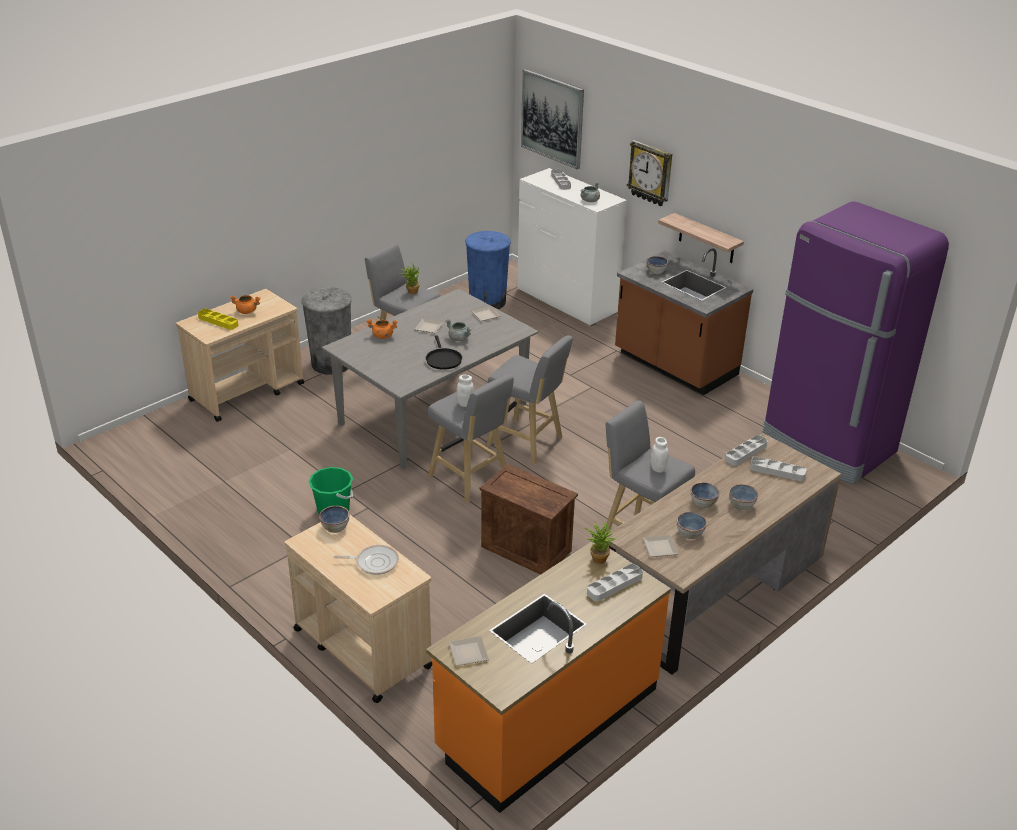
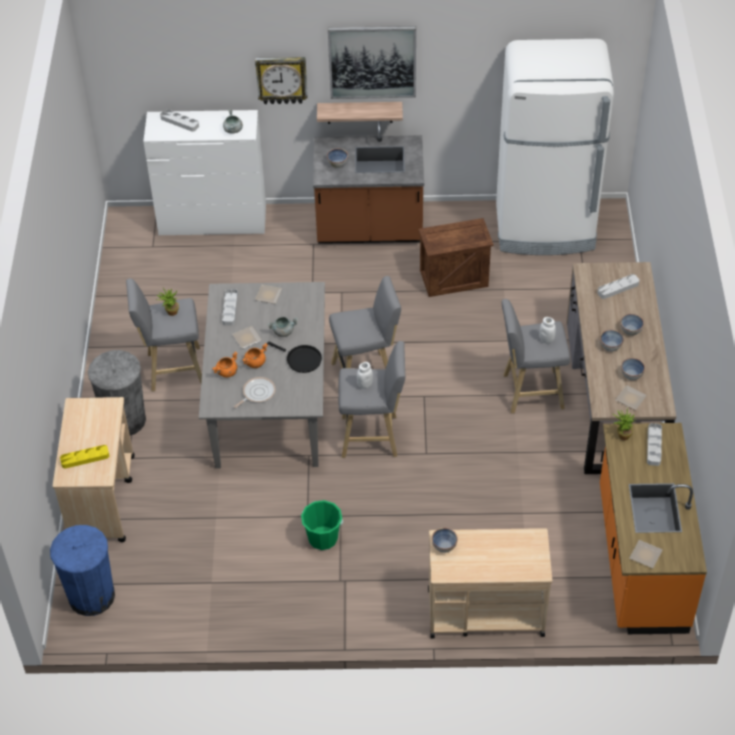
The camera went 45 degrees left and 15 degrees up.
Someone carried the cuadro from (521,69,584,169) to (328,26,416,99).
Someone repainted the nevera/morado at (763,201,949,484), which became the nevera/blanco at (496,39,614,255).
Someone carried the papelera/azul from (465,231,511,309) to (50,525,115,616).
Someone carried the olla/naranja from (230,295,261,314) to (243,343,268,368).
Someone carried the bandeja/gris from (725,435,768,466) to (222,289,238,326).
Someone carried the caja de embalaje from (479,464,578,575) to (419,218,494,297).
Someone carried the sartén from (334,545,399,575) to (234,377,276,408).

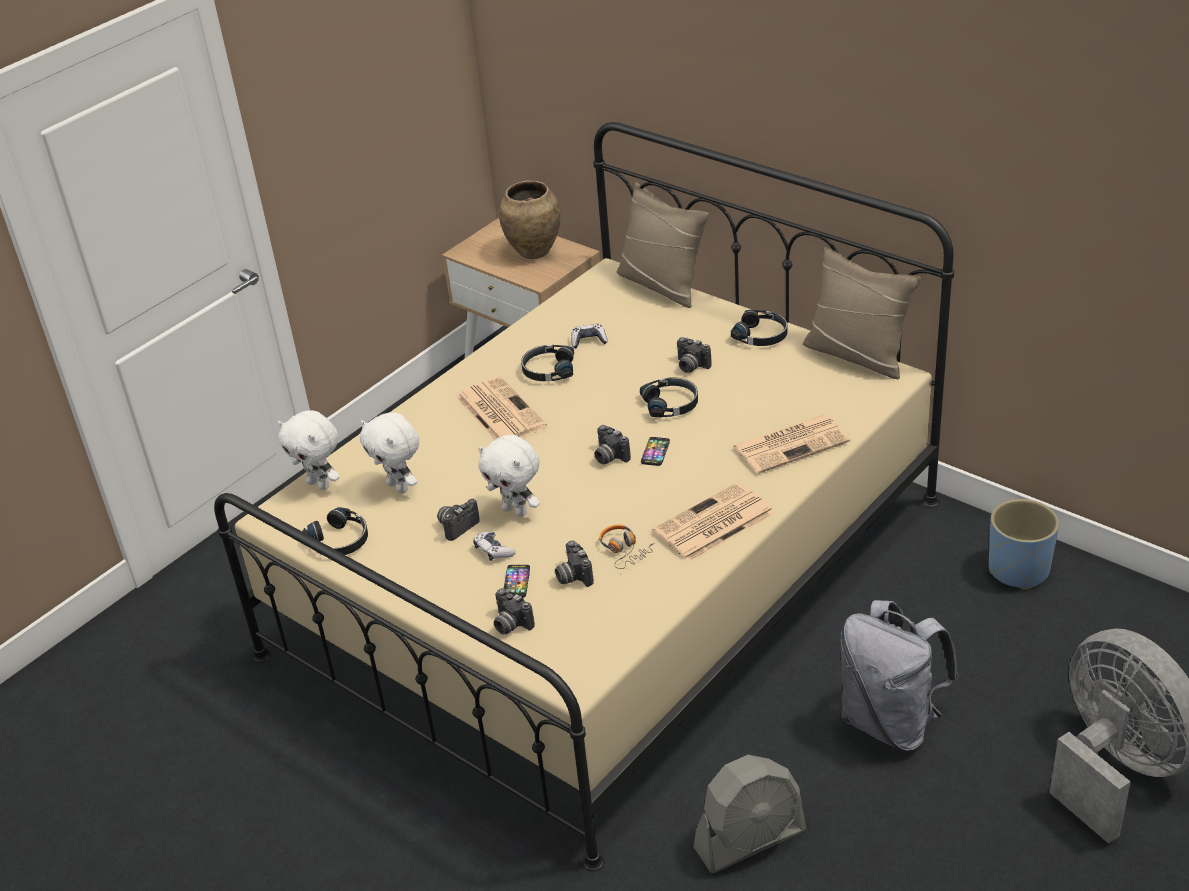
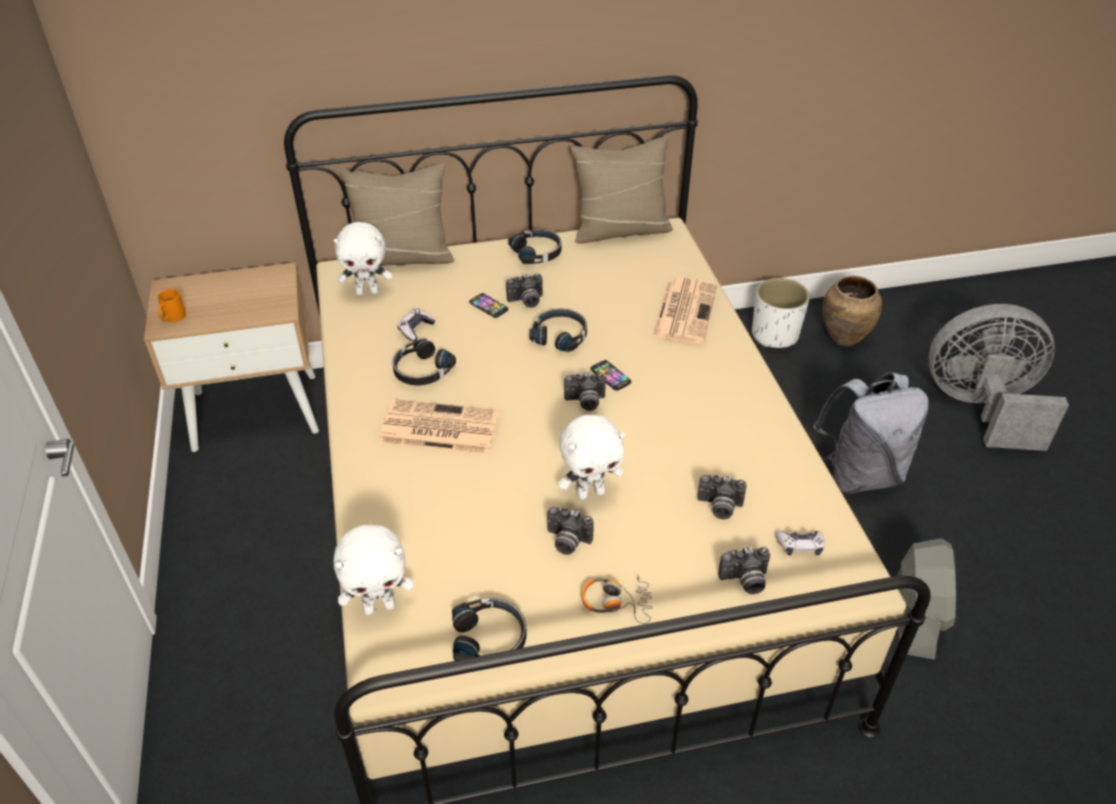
The camera went 55 degrees left and 5 degrees up.
Someone carried the florero/marrón from (499,181,561,259) to (822,276,882,346).
Someone carried the peluche/blanco from (360,412,419,493) to (334,222,393,296).
Someone took away the periódico at (653,482,774,562).
Someone rotated the cámara at (437,499,480,541) by 60 degrees counterclockwise.
Someone repainted the maceta/azul at (989,499,1059,590), which became the maceta/blanco at (752,278,810,348).
Someone carried the auriculares from (599,525,655,569) to (582,574,653,624).
Someone carried the mando de consola from (473,532,516,561) to (776,530,825,555).
Someone carried the móvil from (504,565,530,598) to (469,293,508,318).
Someone put down the taza grande/naranja at (158,289,186,322).

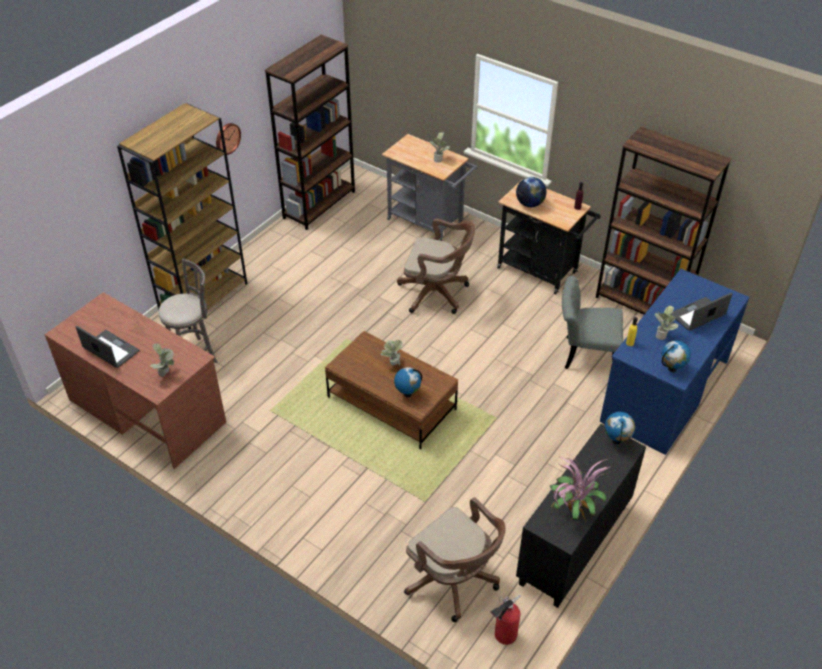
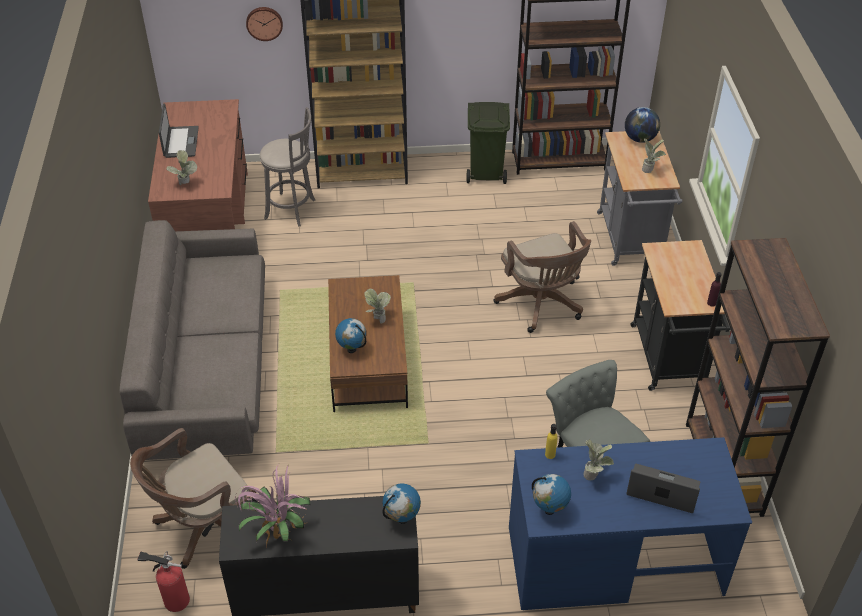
The camera went 50 degrees right and 0 degrees up.
Someone carried the reloj de pared from (216,123,241,155) to (246,7,283,41).
Someone carried the globo terráqueo from (516,177,546,207) to (625,107,660,143).
Someone rotated the silla de oficina/marrón at (404,497,506,622) by 45 degrees clockwise.
Someone put down the papelera/verde at (467,102,510,184).
Someone put down the sofá/gris at (120,220,265,460).

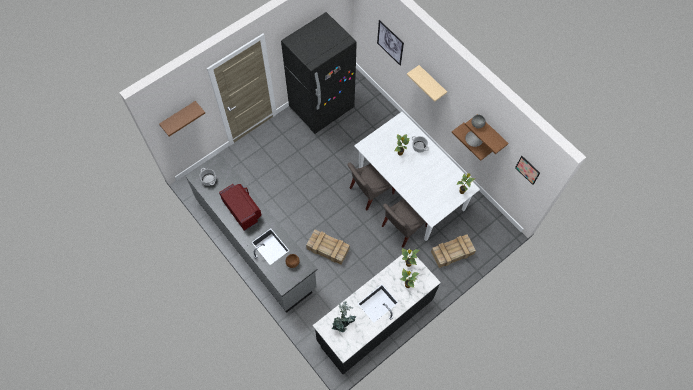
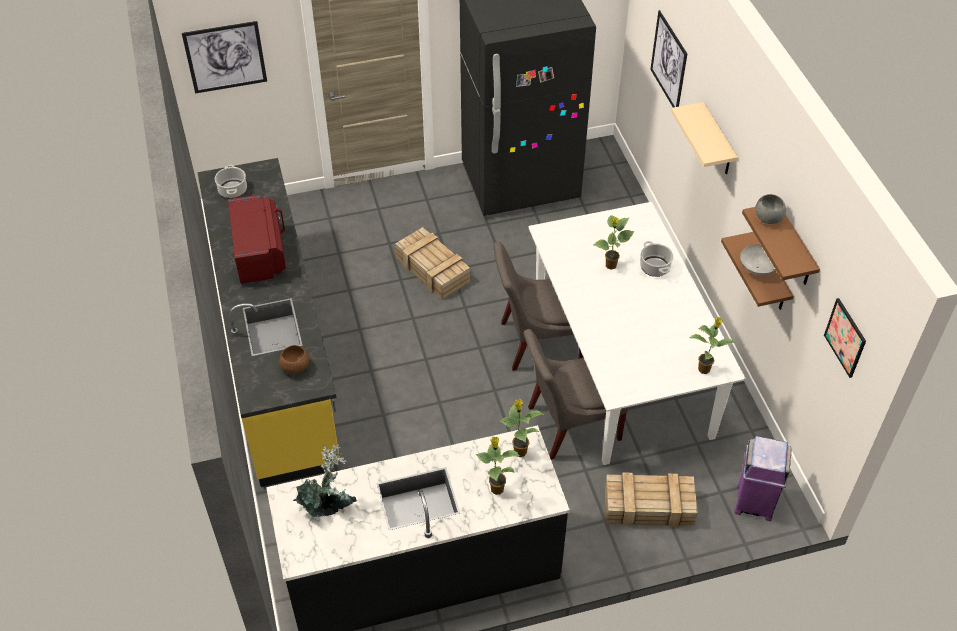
The camera went 25 degrees right and 15 degrees down.
Someone swapped the estante/marrón at (159,101,205,136) for the cuadro at (182,21,267,94).
Someone repainted the mueble bajo de cocina/gris at (185,153,318,313), which became the mueble bajo de cocina/amarillo at (197,158,340,487).
Someone carried the caja de embalaje from (306,230,350,265) to (395,227,470,300).
Someone put down the papelera/morado at (734,436,792,521).

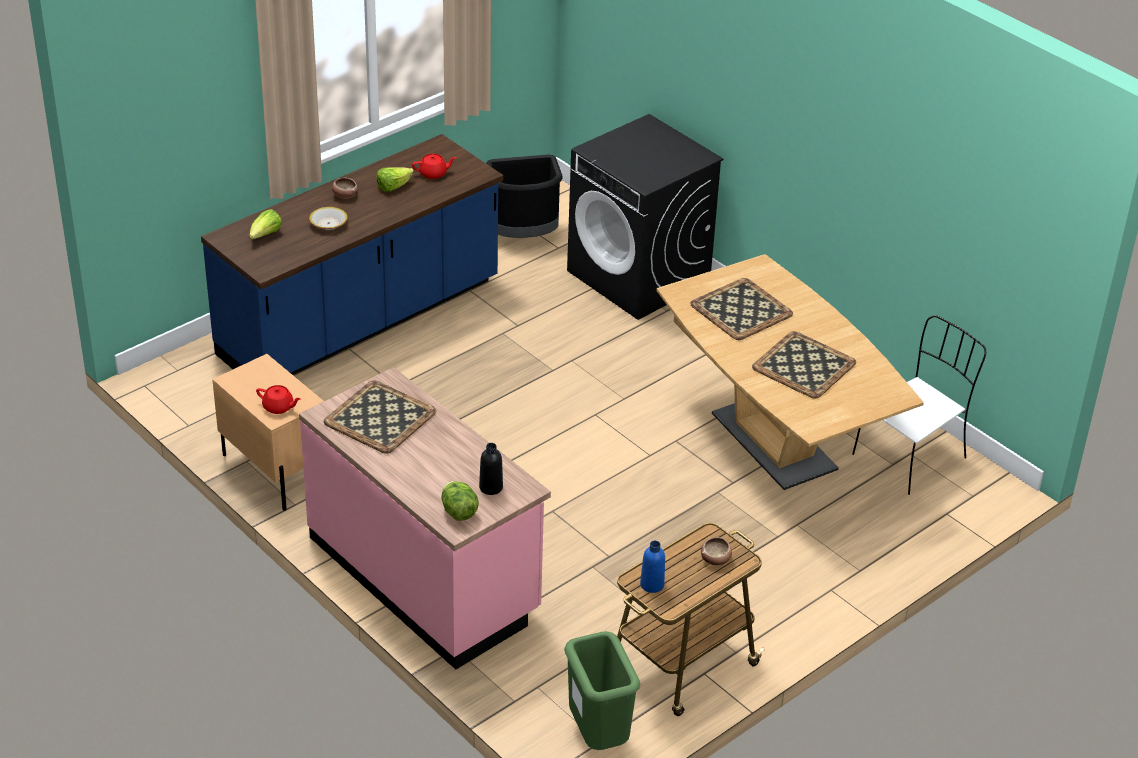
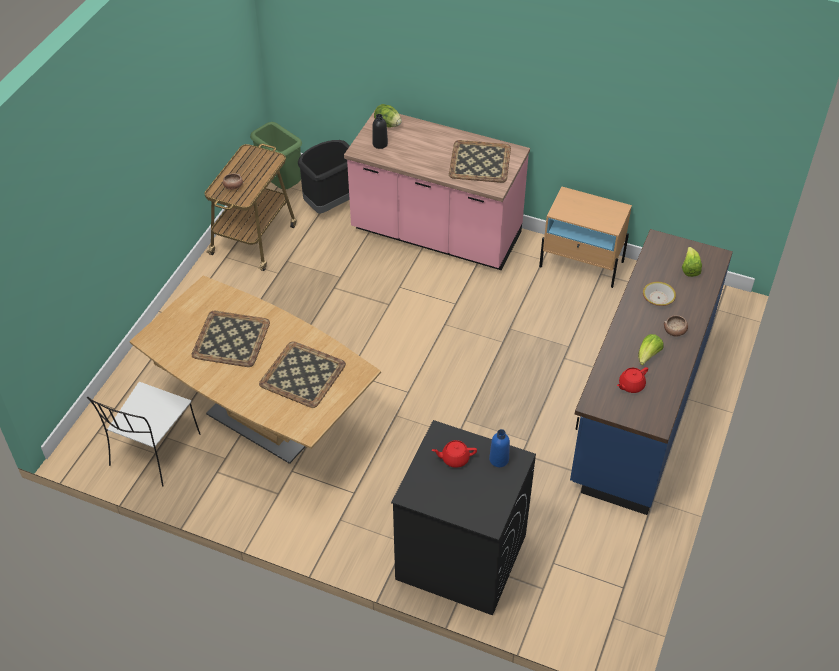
The camera went 155 degrees right and 10 degrees up.
Someone carried the papelera/negro from (486,155,562,238) to (298,140,350,213).
Someone carried the tetera/rojo from (256,385,301,414) to (432,440,477,468).
Someone carried the botella/azul from (640,541,665,593) to (489,429,510,467).

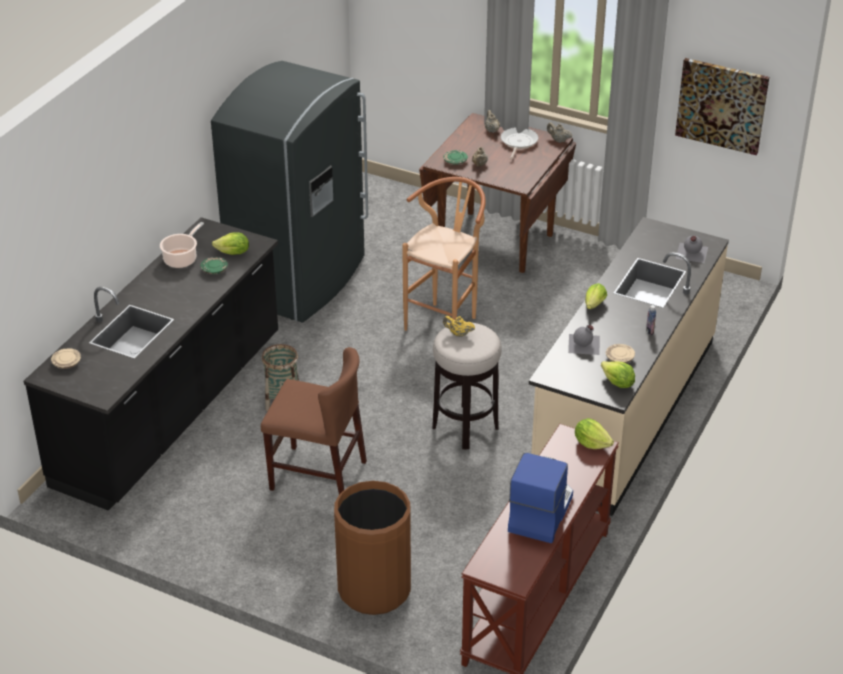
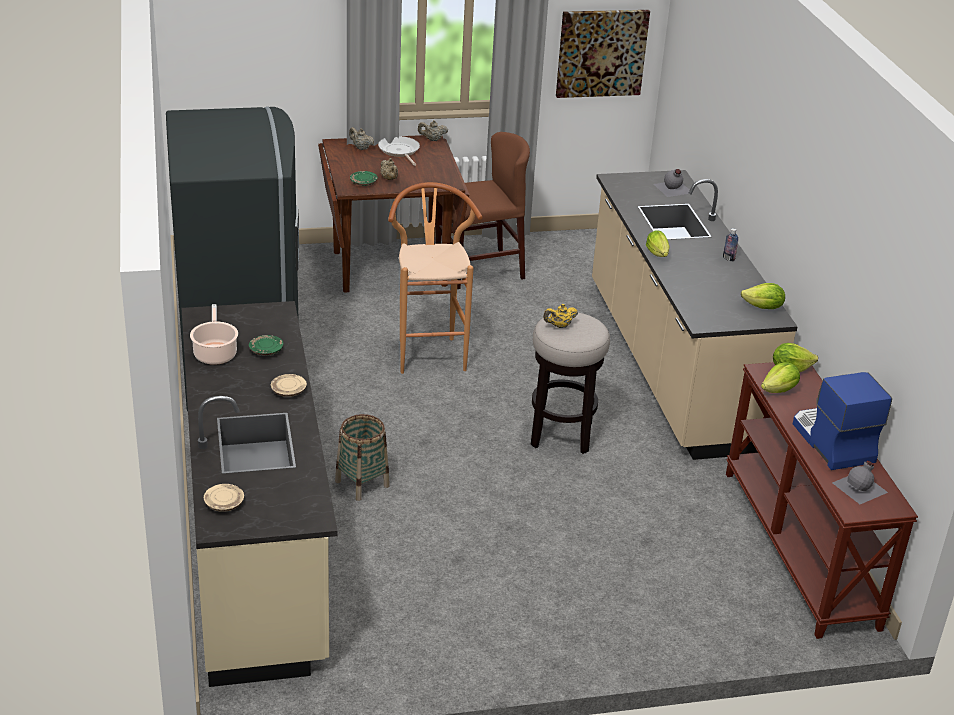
The camera went 40 degrees left and 5 degrees down.
Someone repainted the mueble bajo de cocina/negro at (24,217,278,511), which became the mueble bajo de cocina/beis at (182,301,338,687).
Someone carried the lechuga from (212,232,249,255) to (761,362,800,393).
Someone carried the botella/gris from (568,325,600,355) to (832,461,888,504).
Someone carried the plato/beis from (606,344,635,363) to (271,374,307,397).
Someone carried the silla/marrón from (261,347,367,494) to (436,132,530,289).
Someone took away the papelera/marrón at (334,481,411,615).

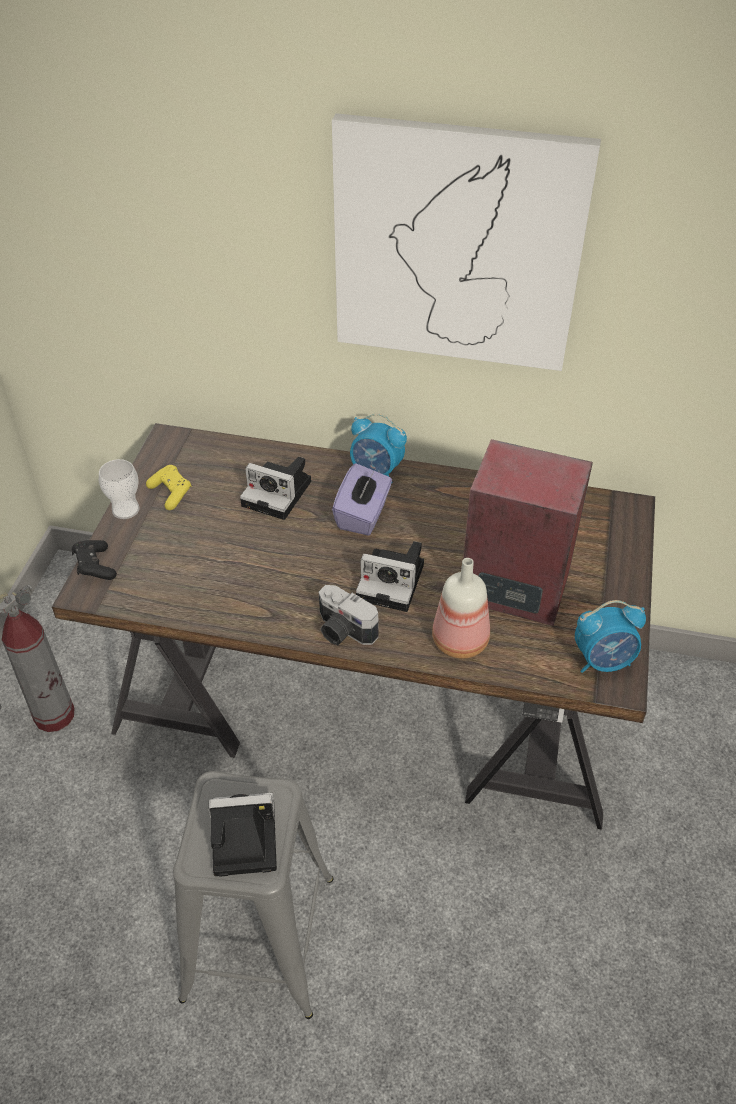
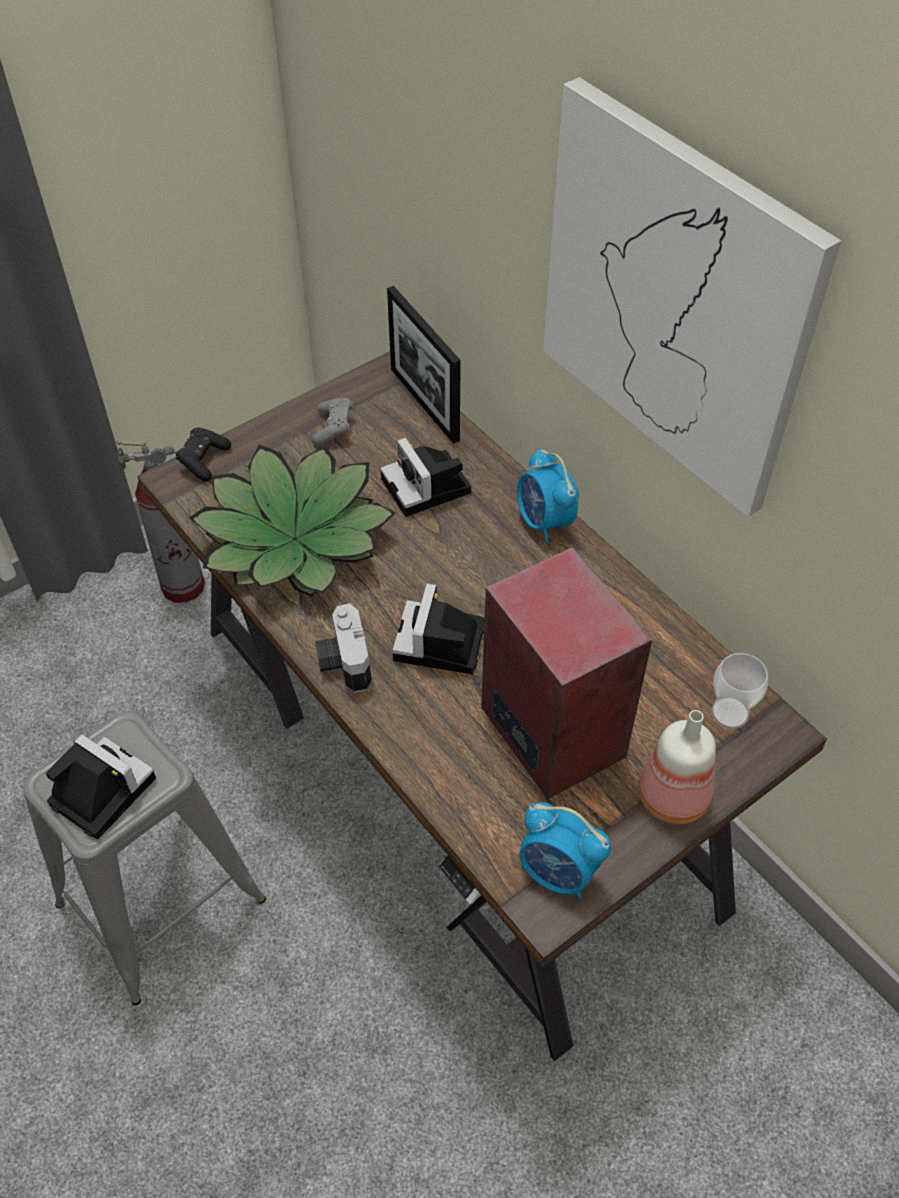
The camera went 40 degrees right and 5 degrees up.
Someone carried the taza from (99,459,139,519) to (711,653,768,729).
Someone took away the caja de pañuelos/morado at (332,463,392,536).
Someone repainted the mando de consola/amarillo at (146,465,192,510), which became the mando de consola/gris at (312,398,355,445).
Someone rotated the cámara at (356,541,424,612) by 45 degrees clockwise.
Someone carried the botella from (432,558,490,659) to (638,710,716,824).
Someone put down the portarretratos at (387,286,461,444).
Someone put down the planta en maceta at (189,445,396,597).

